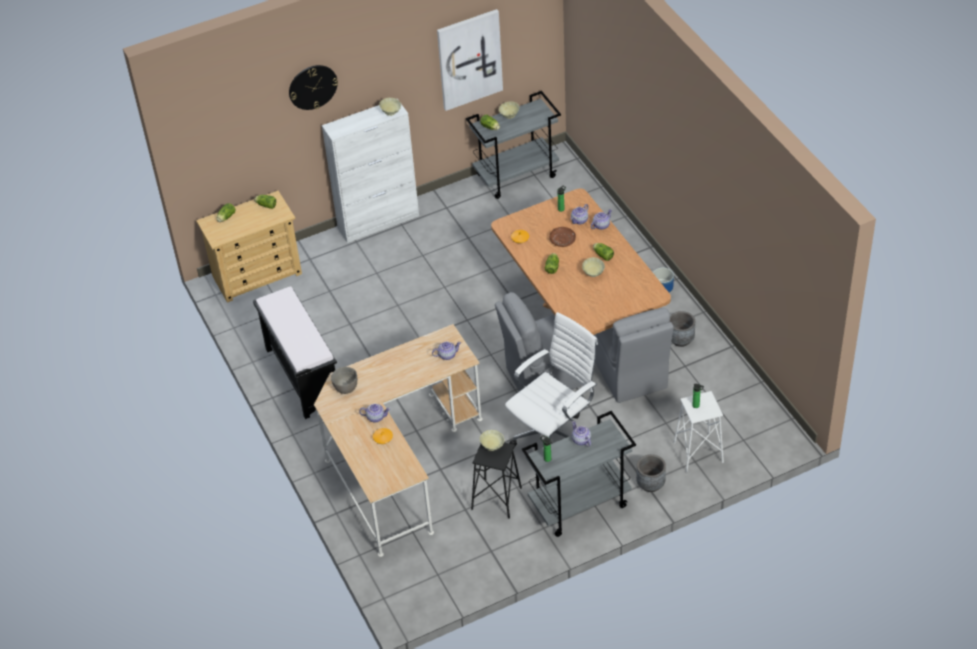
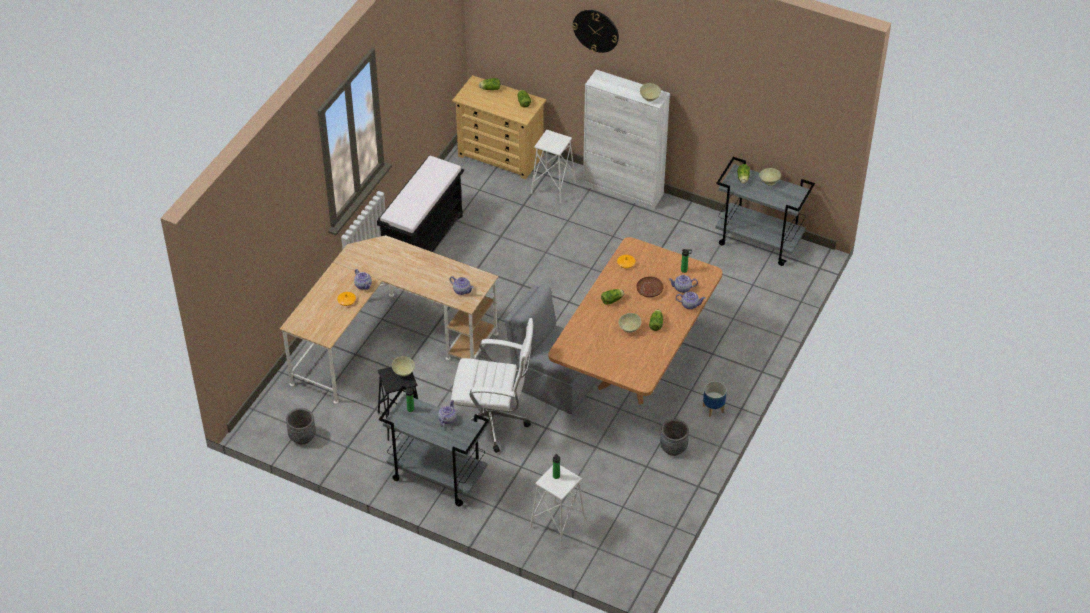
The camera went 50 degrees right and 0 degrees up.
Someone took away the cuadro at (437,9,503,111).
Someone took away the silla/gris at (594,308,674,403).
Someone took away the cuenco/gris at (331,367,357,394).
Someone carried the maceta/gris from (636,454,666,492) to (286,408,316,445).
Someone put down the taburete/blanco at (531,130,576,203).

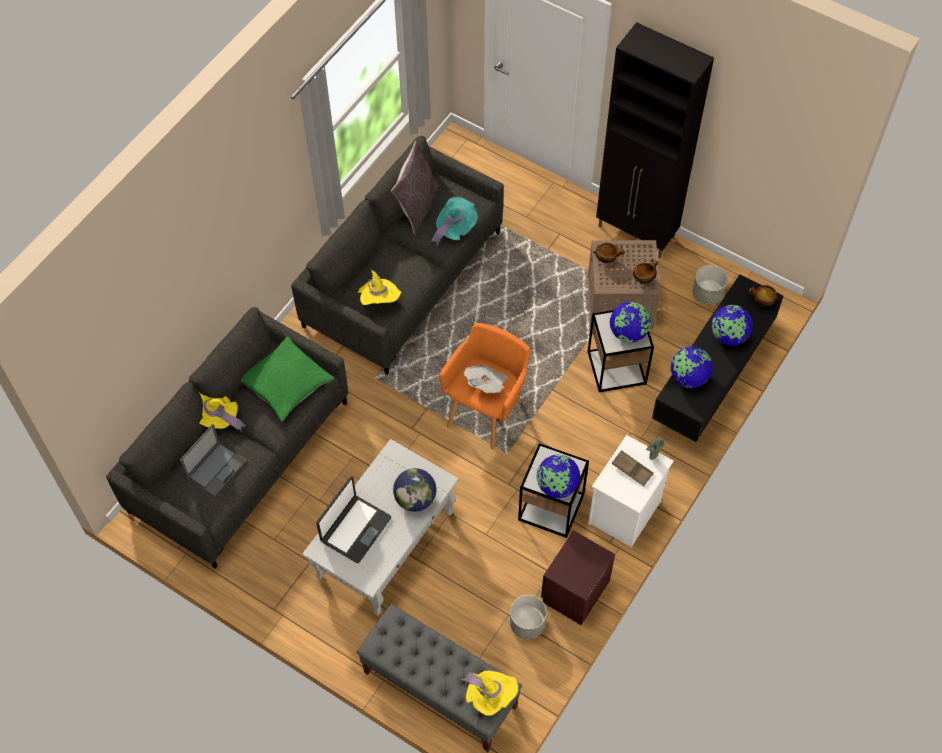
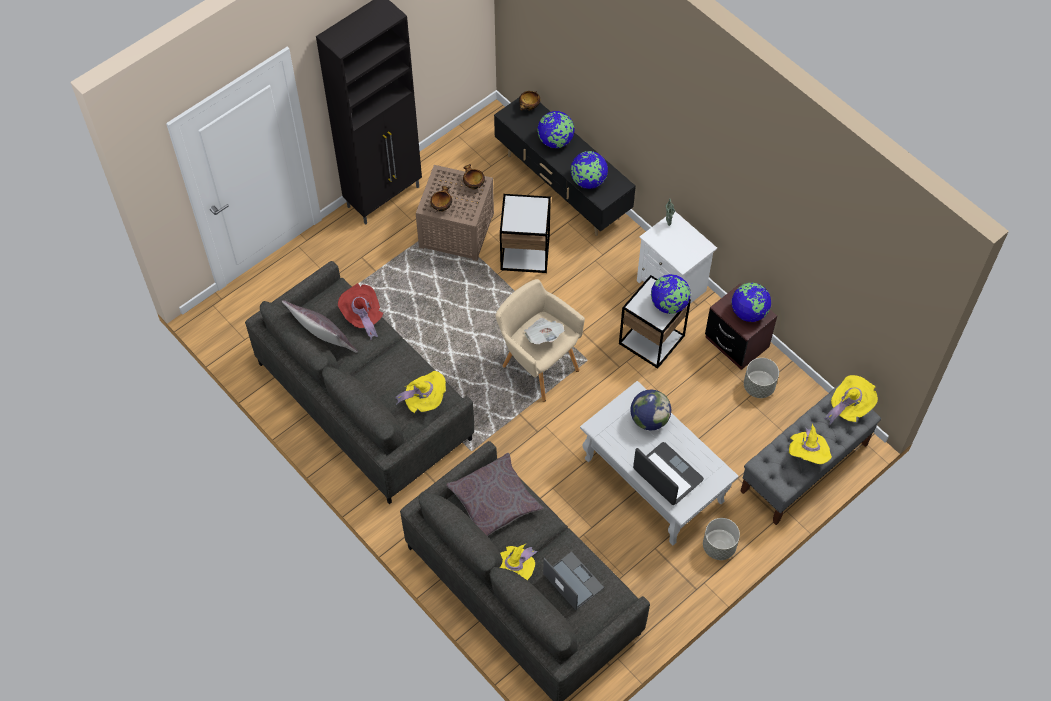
The camera went 75 degrees left and 0 degrees up.
Someone repainted the sombrero/turquesa at (431,197,478,246), which became the sombrero/rojo at (338,283,383,340).
Someone carried the maceta/gris from (692,265,728,305) to (703,518,740,560).
Someone carried the globo terráqueo from (610,302,651,342) to (732,283,771,322).
Someone repainted the sillón/naranja at (439,323,530,449), which became the sillón/beis at (496,279,585,402).
Someone repainted the cojín/verde at (240,336,334,422), which became the cojín/gris at (446,453,543,536).
Someone took away the bandeja/marrón at (612,450,654,486).
Someone put down the sombrero/amarillo at (789,423,832,464).

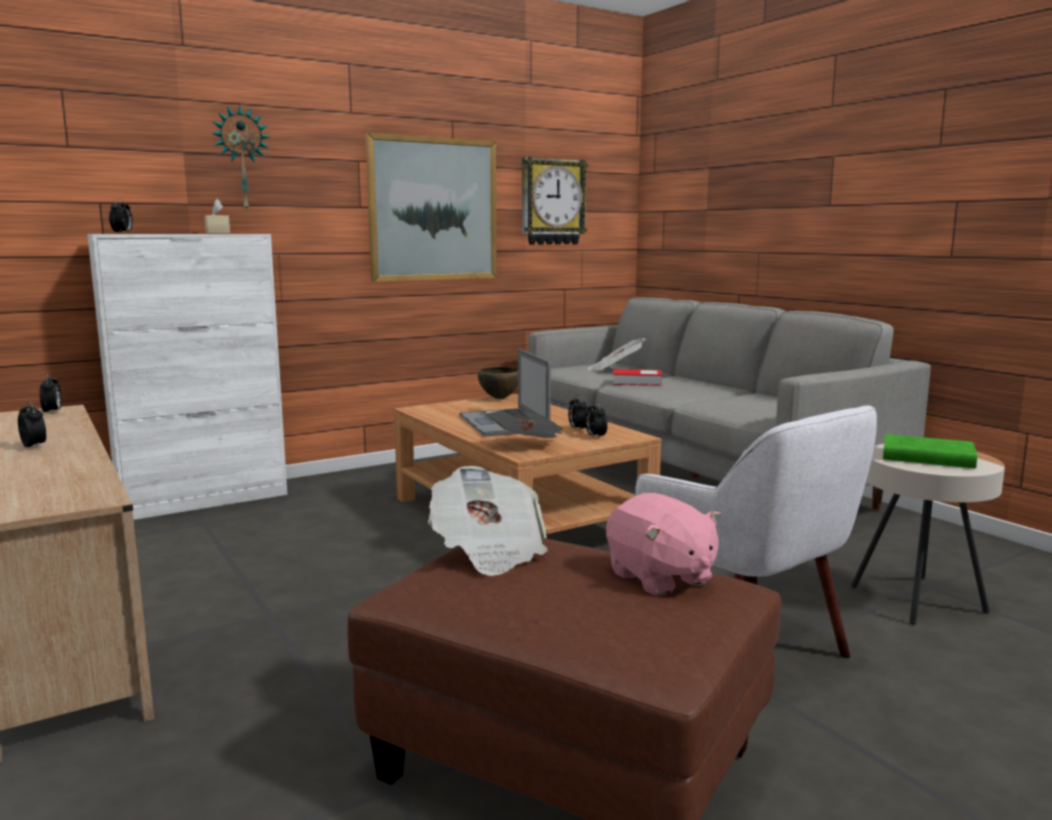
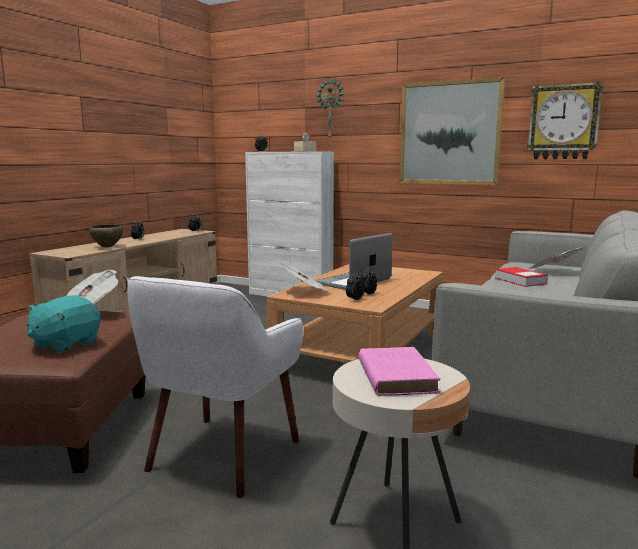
The camera went 60 degrees right and 0 degrees up.
Someone carried the cuenco/marrón from (478,367,518,399) to (89,225,123,248).
Someone repainted the libro/verde at (883,434,977,469), which became the libro/rosa at (359,347,441,396).
Someone repainted the peluche/rosa at (606,493,721,596), which became the peluche/turquesa at (27,295,100,353).

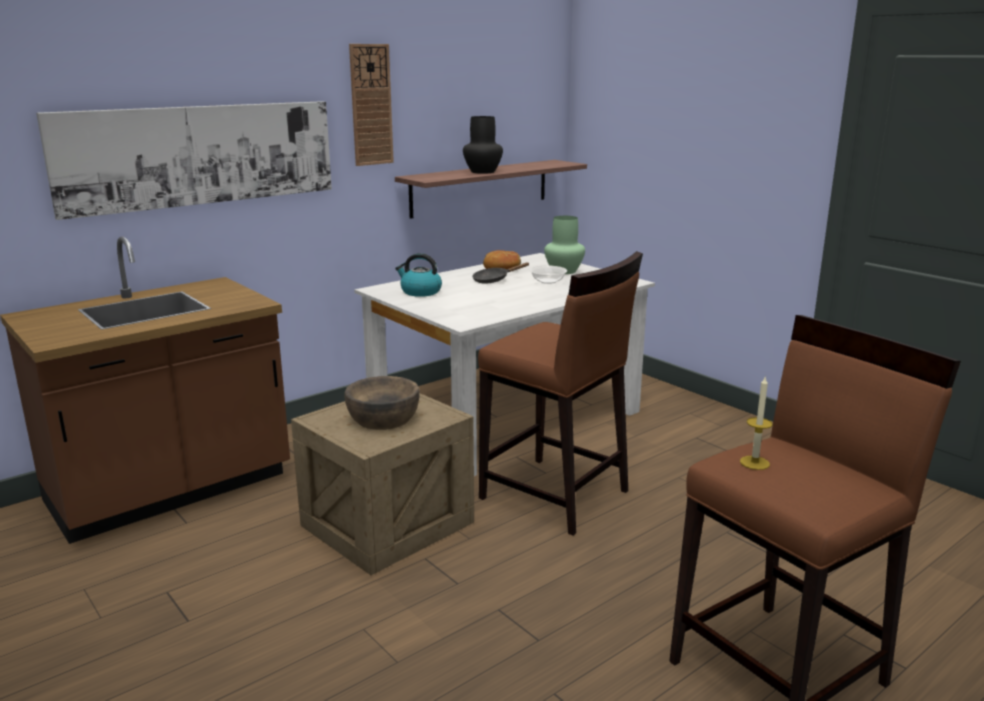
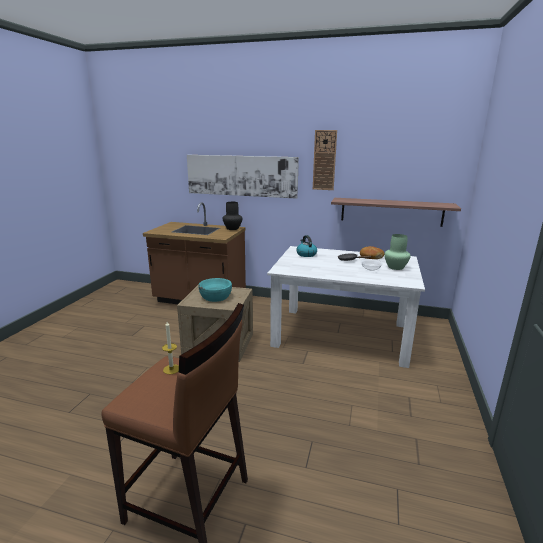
The camera went 55 degrees right and 0 degrees up.
Someone carried the florero/negro from (463,116,503,174) to (223,202,242,230).
Someone took away the taburete/marrón at (478,251,643,536).
Someone repainted the cuenco/marrón at (344,376,420,430), which became the cuenco/turquesa at (198,278,232,302).

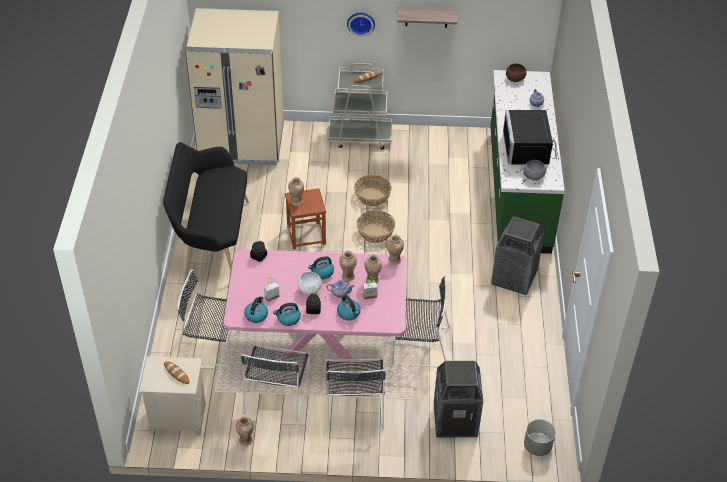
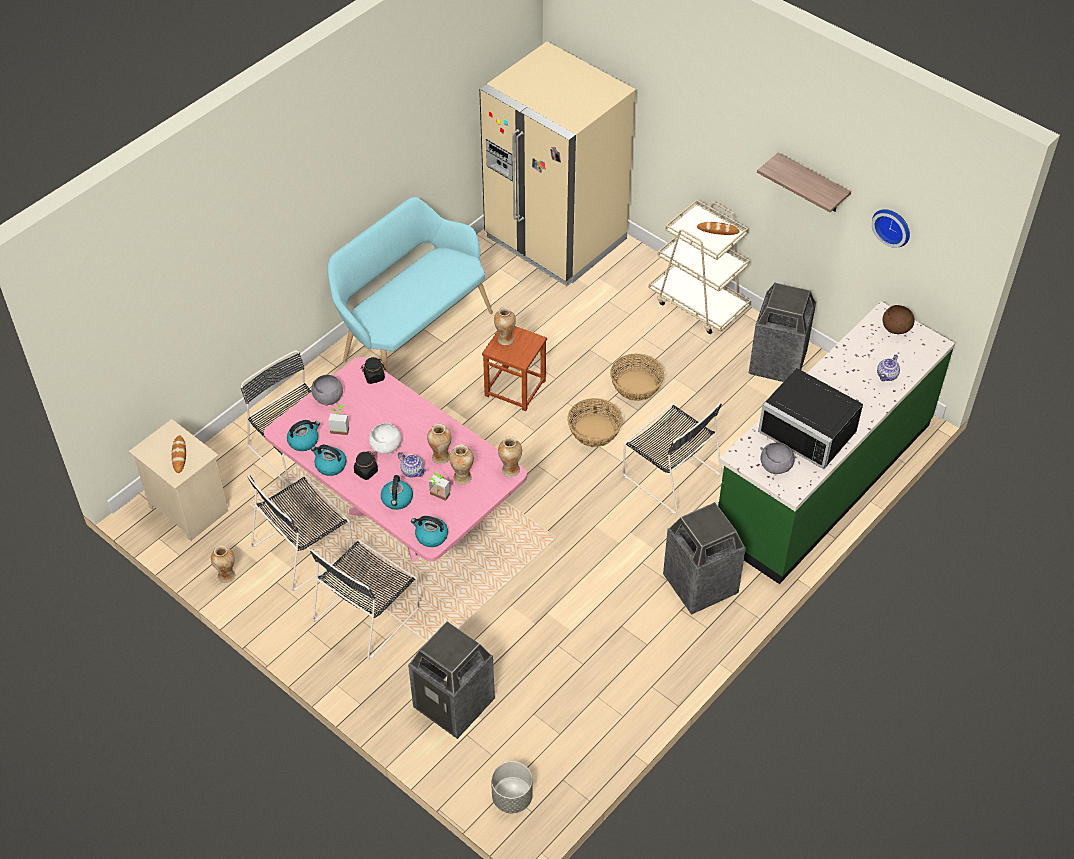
The camera went 40 degrees right and 5 degrees up.
Someone carried the reloj de pared from (347,12,375,37) to (872,209,910,248).
Someone rotated the microondas/negro at (503,110,559,164) by 90 degrees counterclockwise.
Someone repainted the banco/negro at (163,142,249,278), which became the banco/turquesa at (327,197,493,373).
Someone carried the hervidor from (308,256,334,279) to (411,516,448,547).
Someone carried the silla/negro from (392,275,449,368) to (623,402,722,514).
Someone put down the papelera at (749,283,816,382).
Someone put down the cuenco/gris at (311,375,343,406).

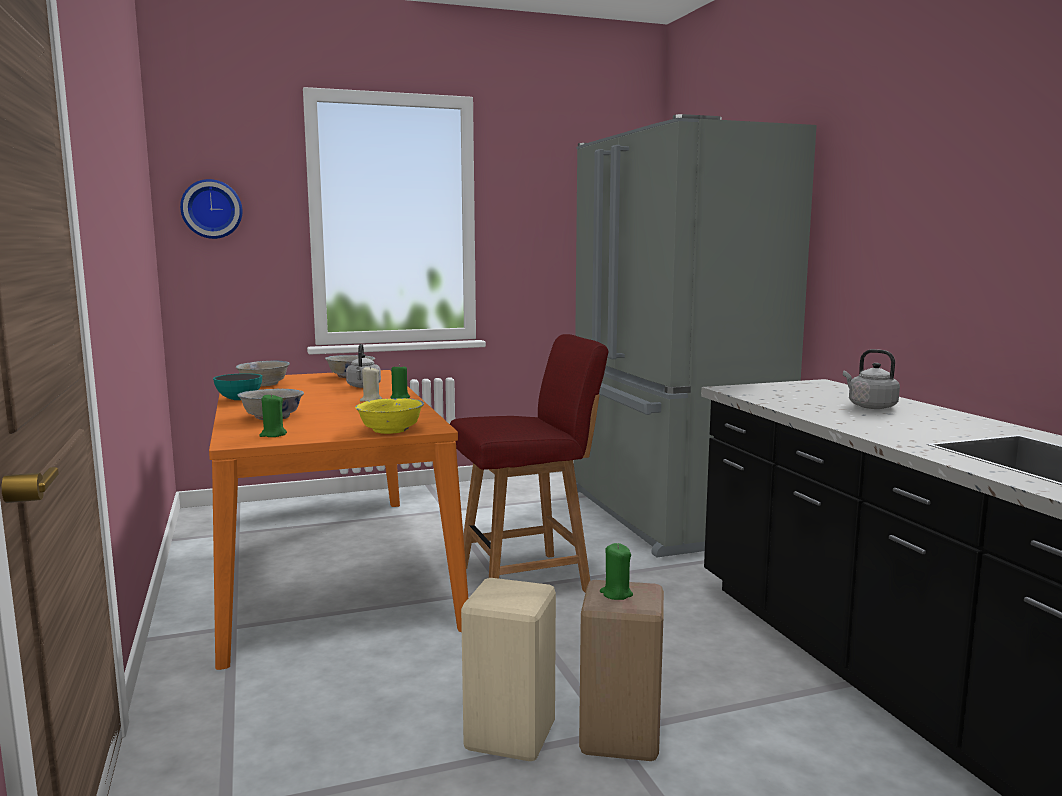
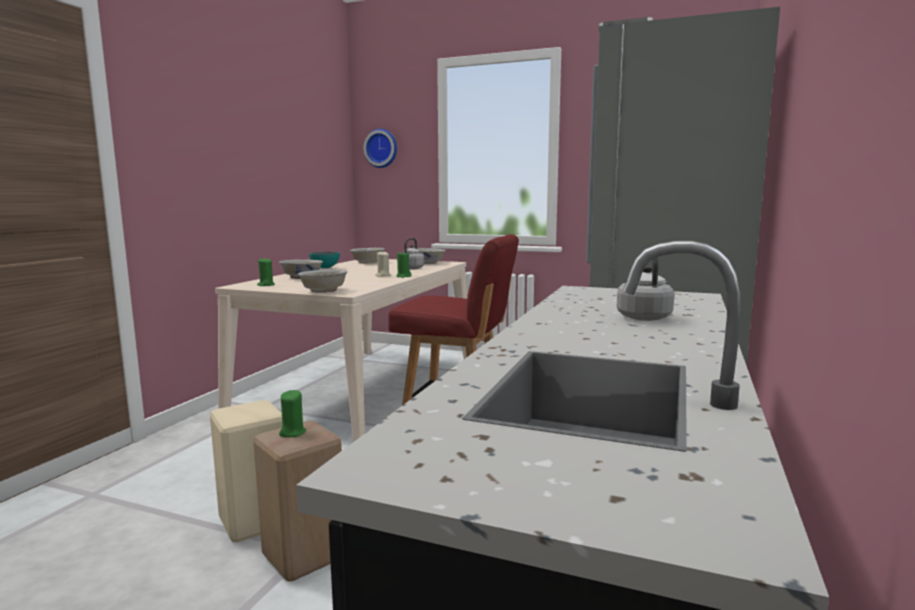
The camera went 40 degrees right and 0 degrees up.
Someone repainted the mesa de comedor/naranja at (209,370,468,670), which became the mesa de comedor/beis at (215,259,467,442).
Someone repainted the cuenco/amarillo at (355,398,424,434), which became the cuenco/blanco at (298,269,348,293).

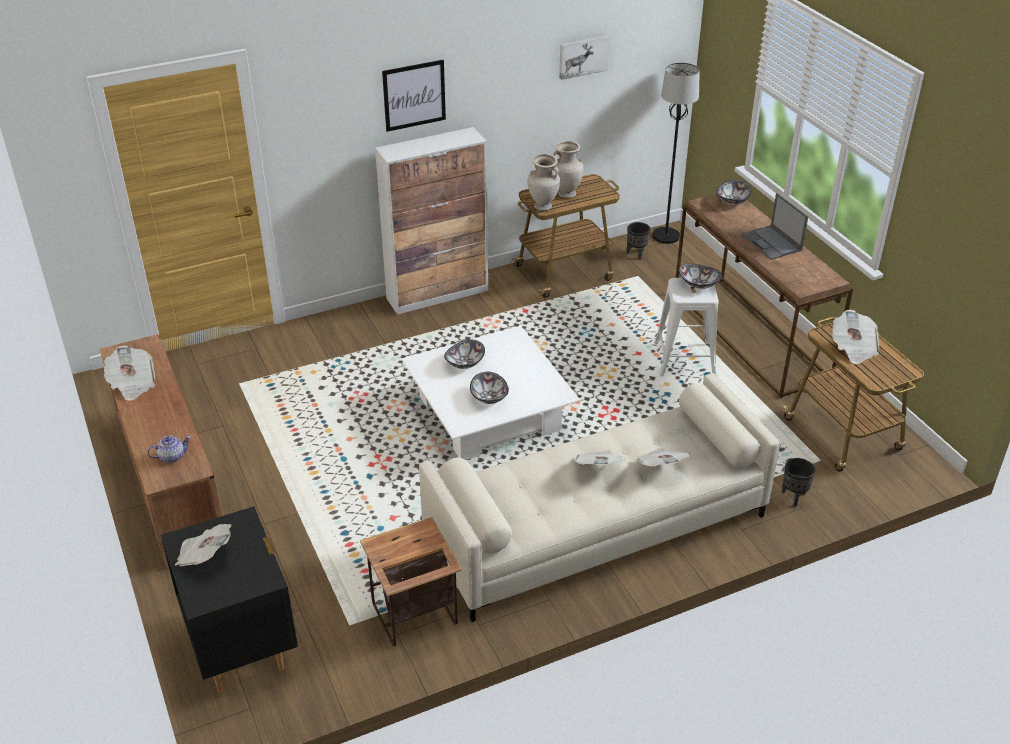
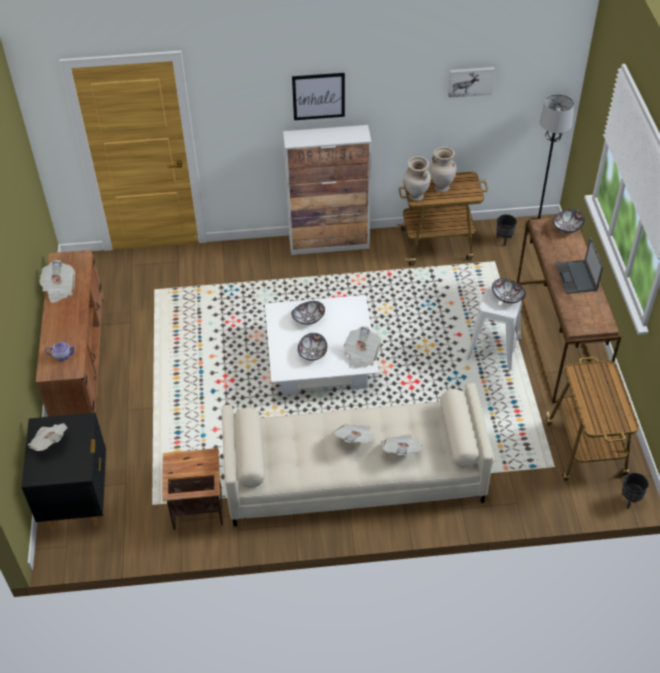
The camera went 20 degrees right and 10 degrees up.
Someone carried the periódico from (832,310,879,364) to (344,326,381,369).
Someone carried the maceta/negro from (782,458,815,506) to (622,473,649,509).

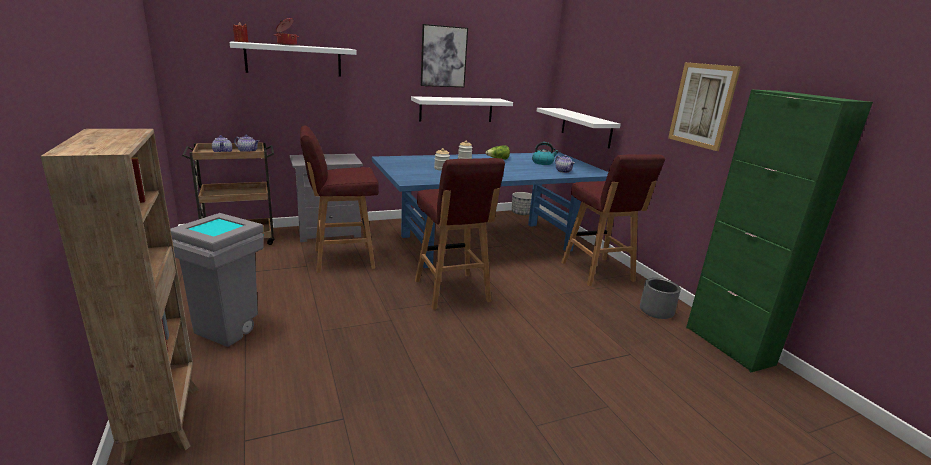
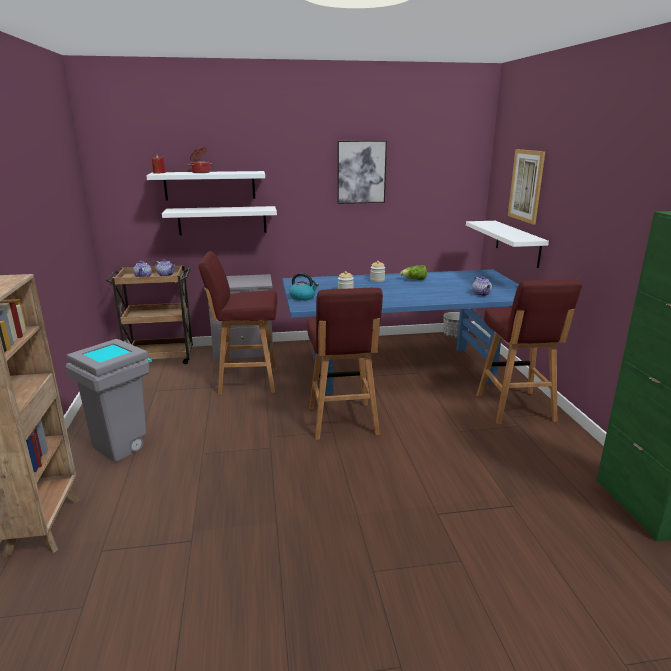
The camera went 15 degrees right and 0 degrees up.
Someone carried the cuadro from (668,62,741,151) to (508,149,545,225).
Someone carried the estante/blanco from (411,96,513,122) to (162,206,277,235).
Someone carried the hervidor from (532,142,558,165) to (289,273,319,301).
Someone took away the maceta/gris at (640,278,681,319).

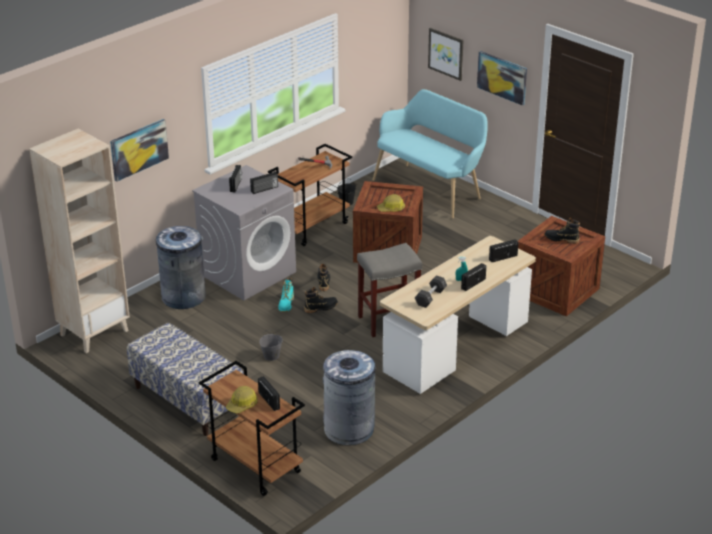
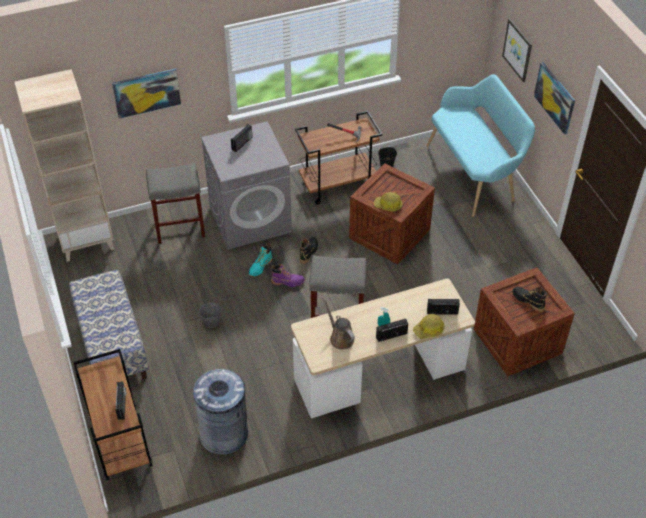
The camera went 25 degrees right and 15 degrees up.
Someone took away the radio at (250,171,278,194).
Someone swapped the papelera/gris at (156,226,206,309) for the taburete/gris at (146,163,205,244).
Someone swapped the mancuerna/negro at (415,275,447,308) for the regadera/marrón at (323,298,355,349).
Someone repainted the bota/negro at (304,287,338,313), which became the bota/morado at (271,264,305,287).
Someone carried the casco from (226,386,258,414) to (413,314,445,339).

